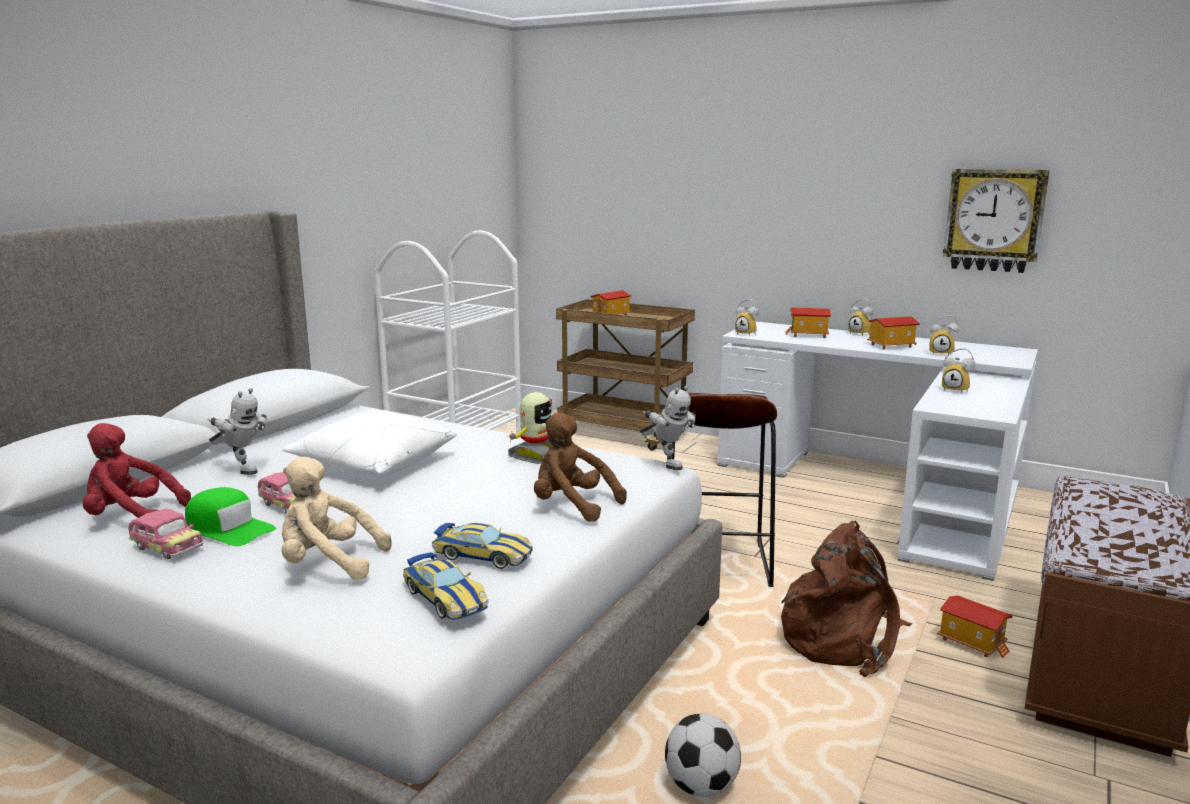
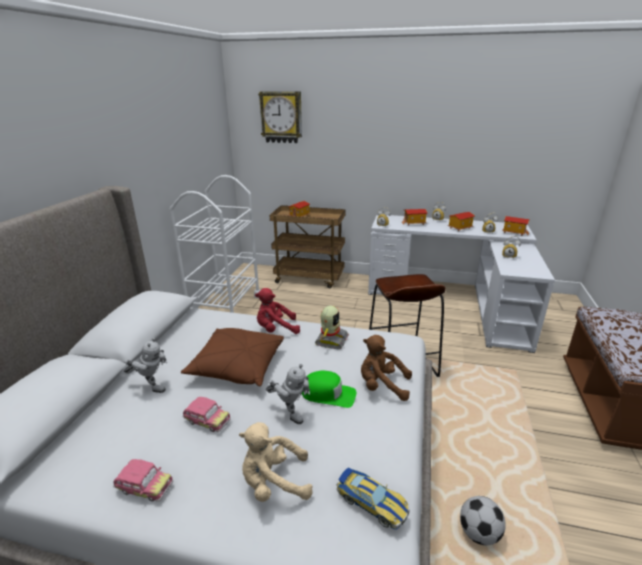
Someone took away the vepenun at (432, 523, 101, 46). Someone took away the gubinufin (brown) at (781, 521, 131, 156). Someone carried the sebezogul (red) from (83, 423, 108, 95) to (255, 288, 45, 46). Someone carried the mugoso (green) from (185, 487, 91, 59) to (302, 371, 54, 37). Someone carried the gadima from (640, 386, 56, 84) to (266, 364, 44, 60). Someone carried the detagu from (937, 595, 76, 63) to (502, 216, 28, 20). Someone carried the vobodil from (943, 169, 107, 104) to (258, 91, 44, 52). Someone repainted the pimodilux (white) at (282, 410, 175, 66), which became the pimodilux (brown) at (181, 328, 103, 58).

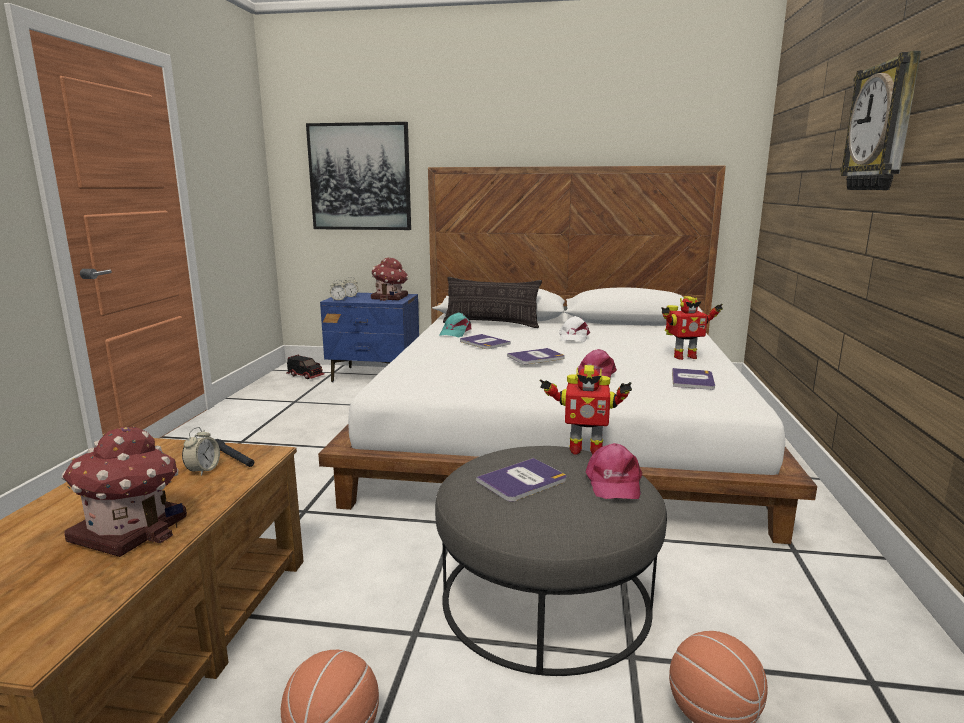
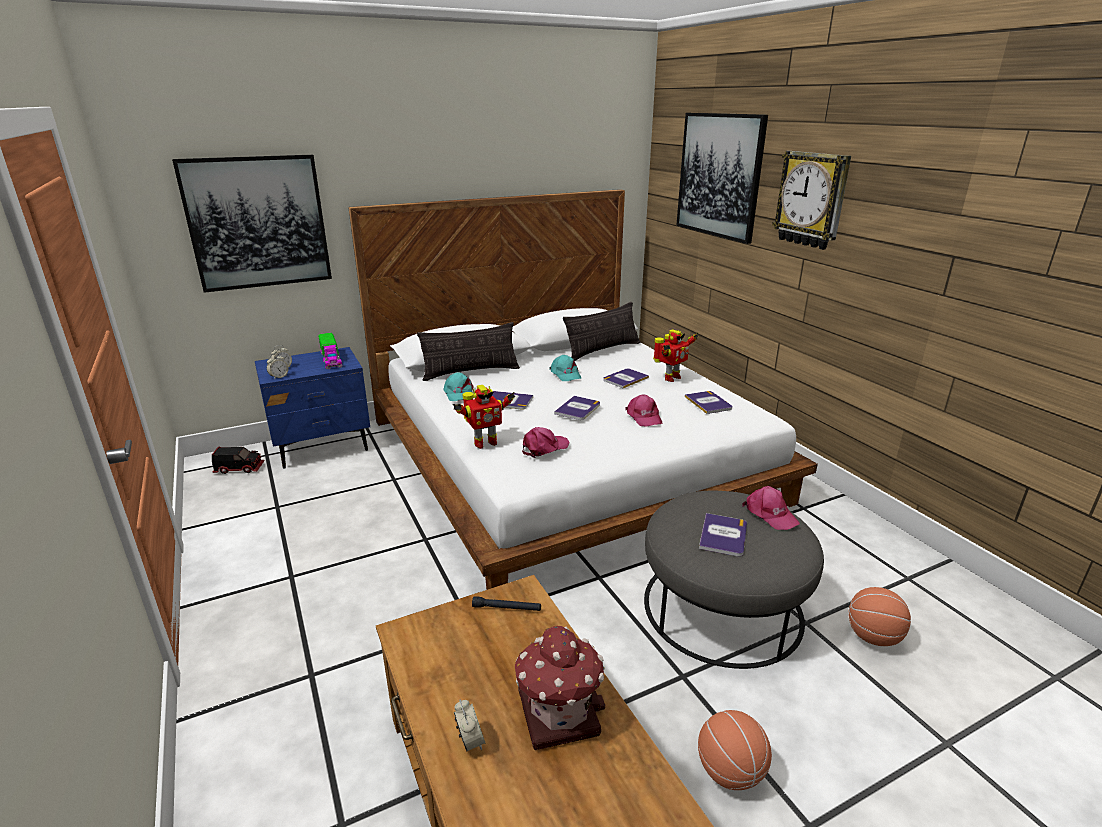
Someone put down the mugoso (pink) at (522, 427, 48, 31). Someone put down the pimodilux at (563, 302, 78, 59). Someone put down the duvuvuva at (603, 368, 46, 20). Someone put up the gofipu at (676, 113, 92, 131). Someone carried the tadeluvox from (182, 427, 38, 49) to (454, 699, 32, 52). Someone carried the gadima from (540, 365, 92, 90) to (453, 385, 62, 64). Someone swapped the detagu at (371, 257, 37, 44) for the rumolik at (318, 333, 25, 36). Someone repainted the mugoso (white) at (559, 316, 31, 26), which became the mugoso (turquoise) at (549, 355, 33, 26).

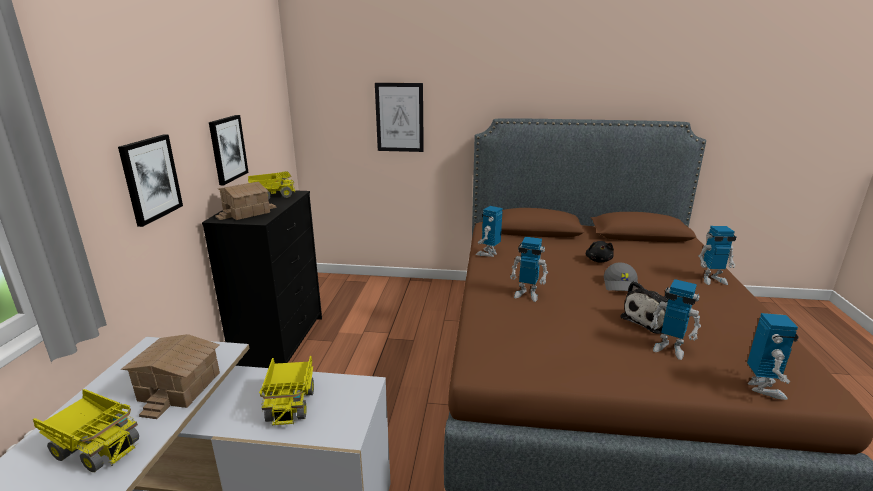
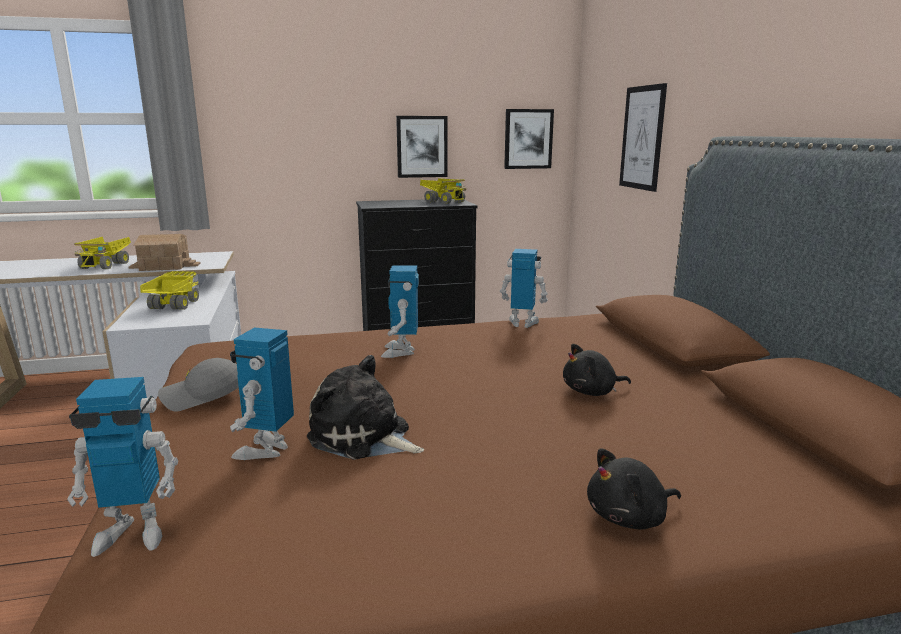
Someone took away the detagu at (215, 182, 61, 38). Someone carried the gofipu from (118, 134, 65, 93) to (504, 109, 50, 60). Someone carried the mugoso (grey) from (604, 262, 34, 29) to (158, 358, 81, 54). Someone swapped the gadima at (698, 226, 39, 59) for the sebezogul (black) at (587, 449, 94, 81). Someone rotated the rumolik at (259, 356, 55, 70) by 120 degrees clockwise.

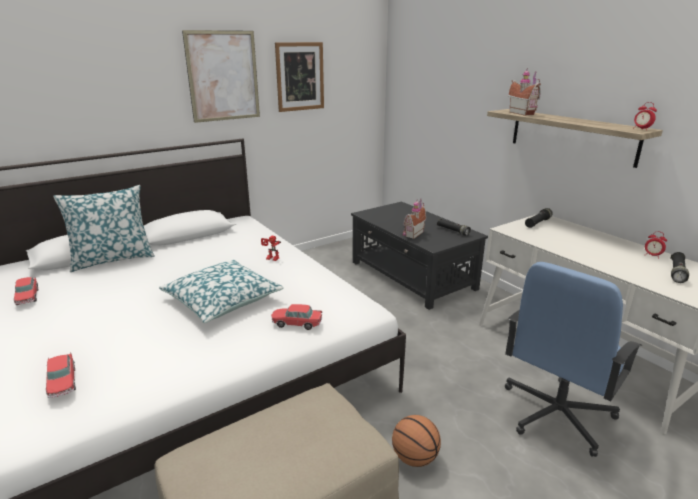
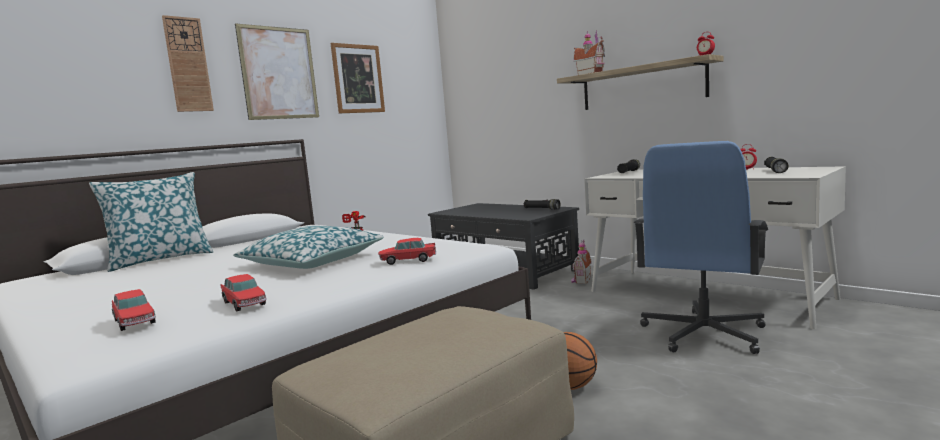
Someone put up the vobodil at (162, 15, 52, 97). Someone carried the vepenun from (14, 277, 24, 28) to (220, 274, 47, 38). Someone carried the detagu from (403, 199, 23, 40) to (571, 240, 21, 44).

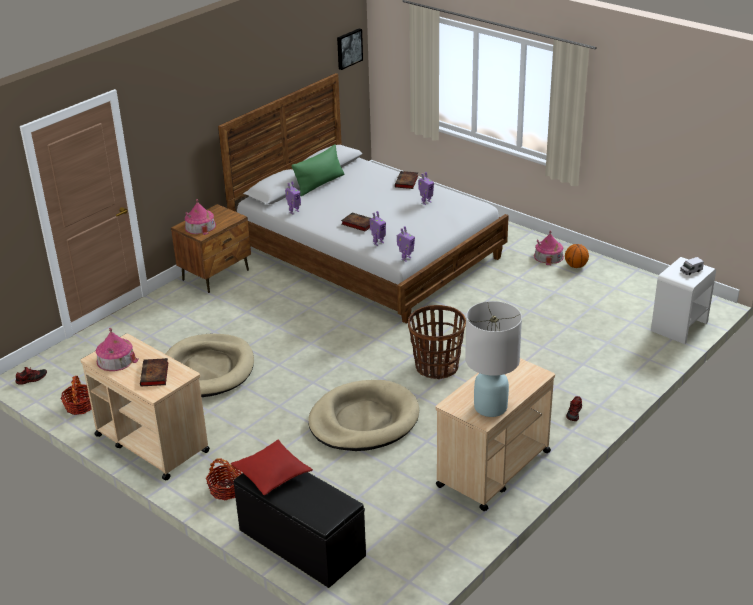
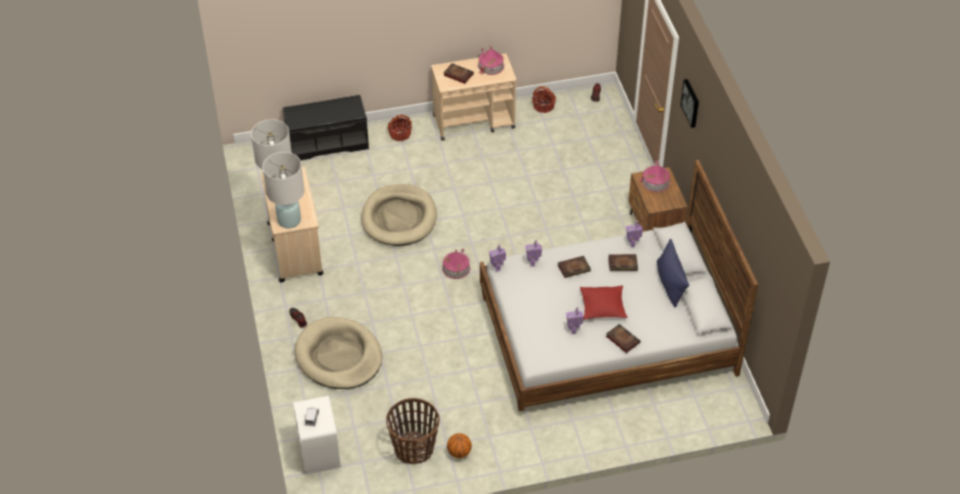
Someone put down the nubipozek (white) at (263, 152, 41, 77). Someone put down the duvuvuva at (608, 254, 30, 17). Someone carried the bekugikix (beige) from (165, 334, 89, 63) to (295, 317, 87, 72). Someone carried the pimodilux (red) from (231, 440, 82, 55) to (580, 285, 47, 35). Someone carried the gofipu from (337, 28, 26, 42) to (680, 79, 19, 49). Someone carried the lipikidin from (408, 305, 58, 74) to (386, 398, 54, 66). Someone carried the detagu from (534, 230, 30, 35) to (442, 248, 28, 31). Someone repainted the pimodilux (green) at (291, 144, 54, 52), which became the pimodilux (blue) at (657, 239, 32, 69).

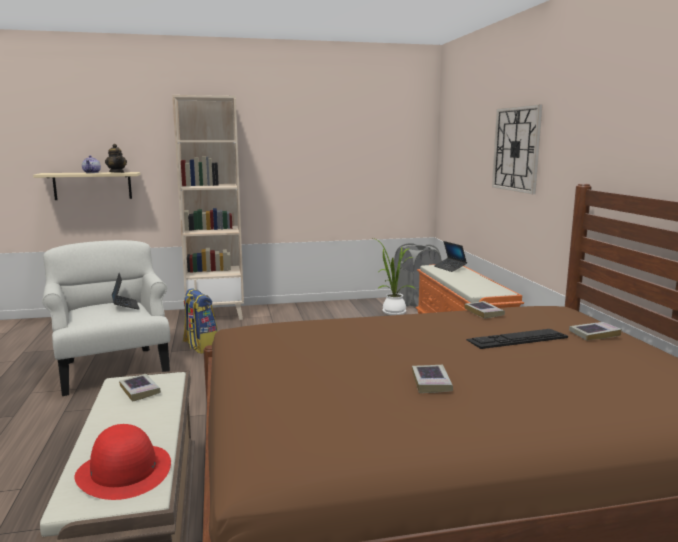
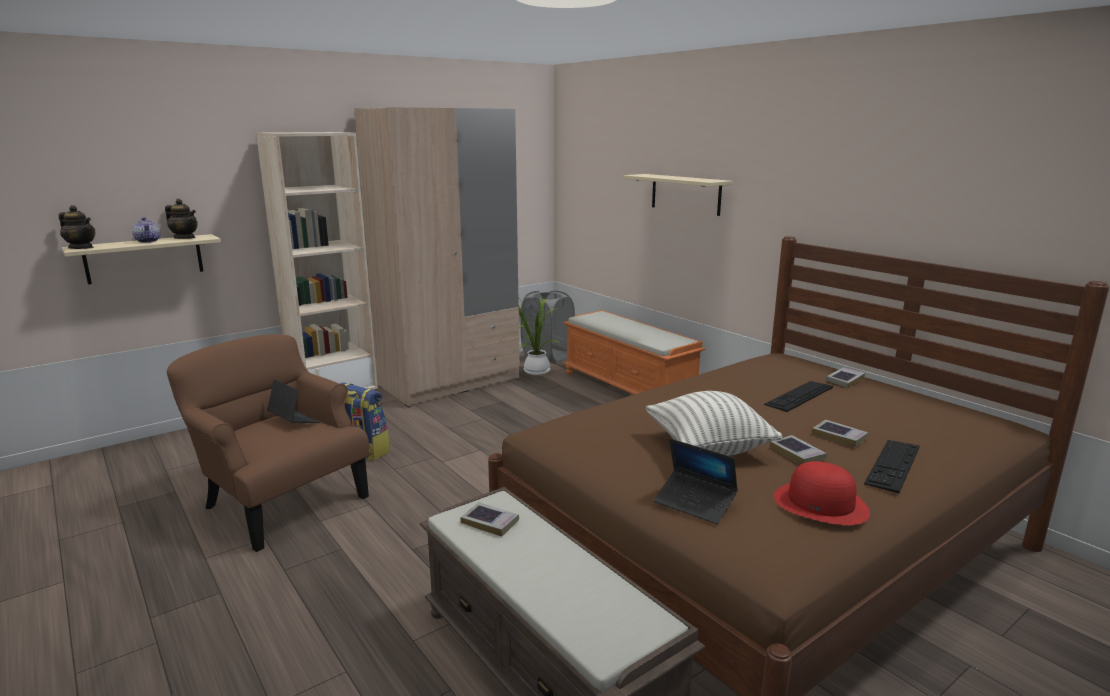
Someone put down the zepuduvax at (59, 205, 37, 44). Someone put down the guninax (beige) at (354, 107, 166, 301). Someone put down the pimodilux at (646, 391, 136, 65). Someone put down the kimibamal at (864, 440, 56, 53). Someone carried the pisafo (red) from (74, 424, 97, 76) to (774, 461, 96, 64). Someone carried the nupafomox from (434, 241, 33, 31) to (654, 438, 84, 86). Someone carried the duvuvuva from (465, 301, 40, 18) to (812, 420, 57, 27). Someone swapped the vobodil at (492, 105, 51, 89) for the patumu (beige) at (623, 174, 110, 42). Someone repainted the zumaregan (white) at (42, 240, 128, 156), which became the zumaregan (brown) at (167, 334, 202, 218).

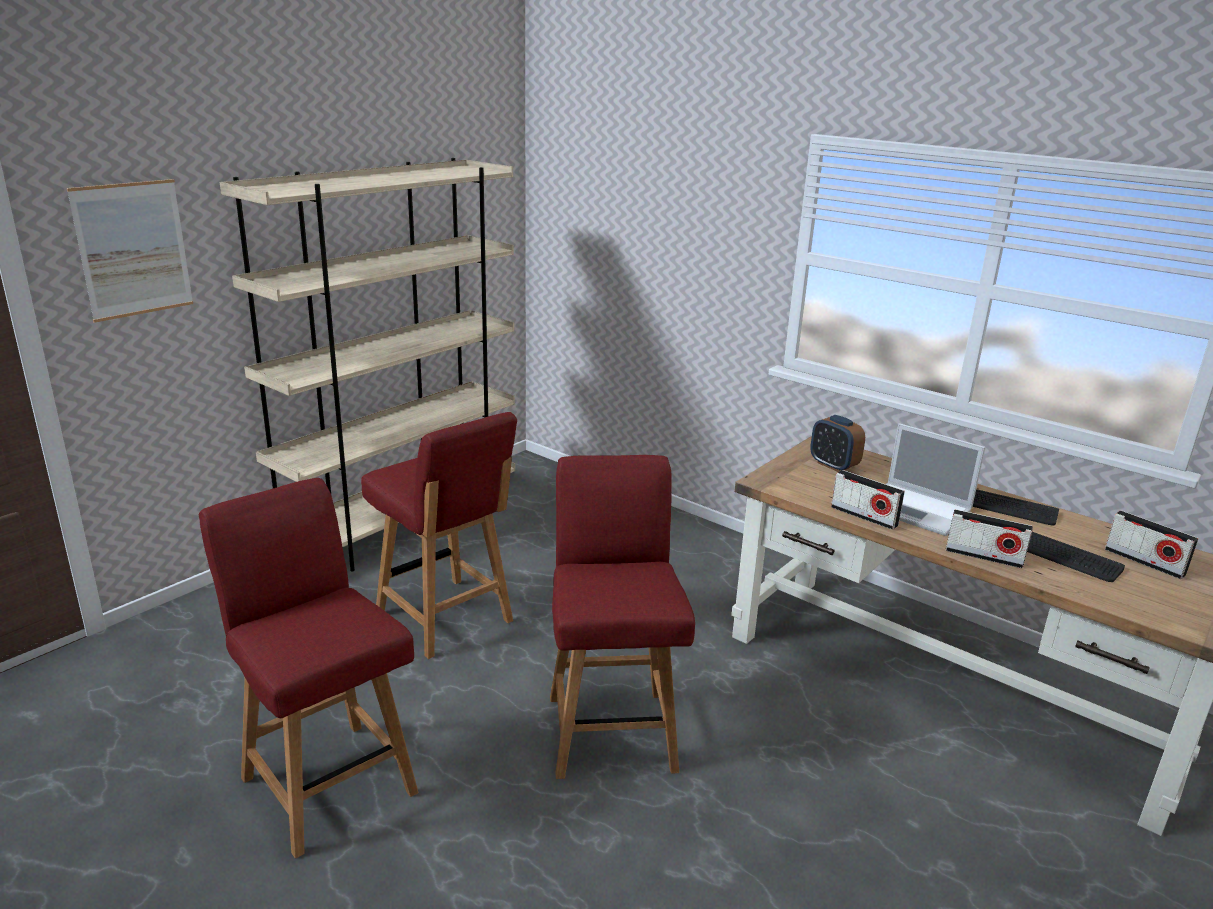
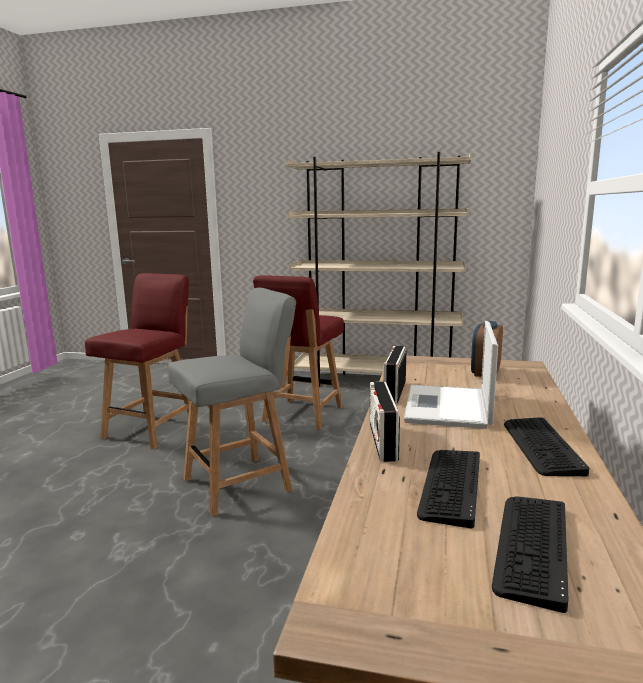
Someone took away the gofipu at (67, 179, 126, 144). Someone swapped the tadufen at (1105, 510, 93, 69) for the kimibamal at (492, 496, 77, 117). Someone repainted the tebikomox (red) at (550, 455, 145, 324), which became the tebikomox (grey) at (168, 288, 128, 228).

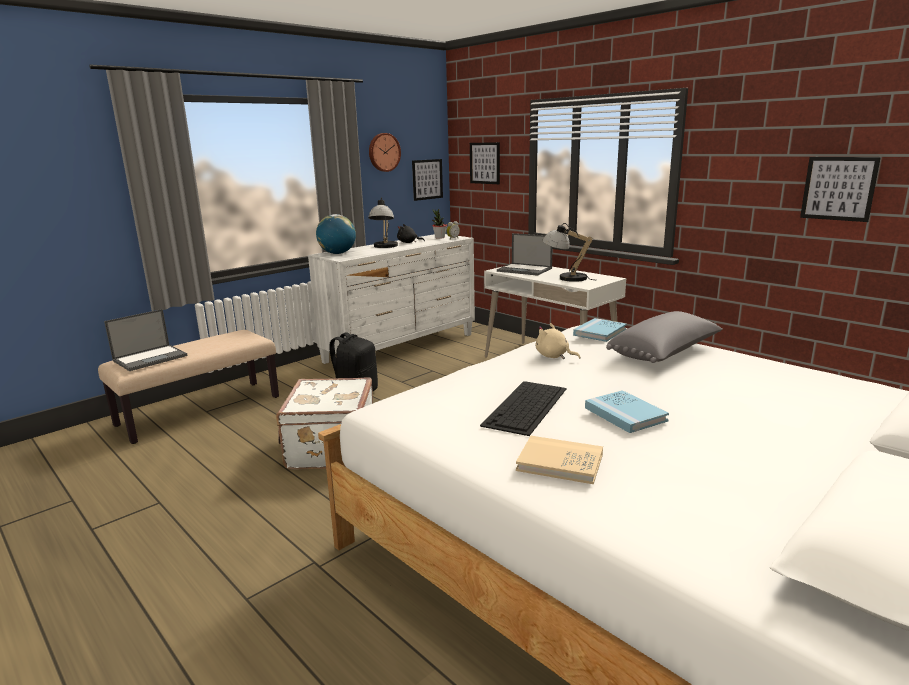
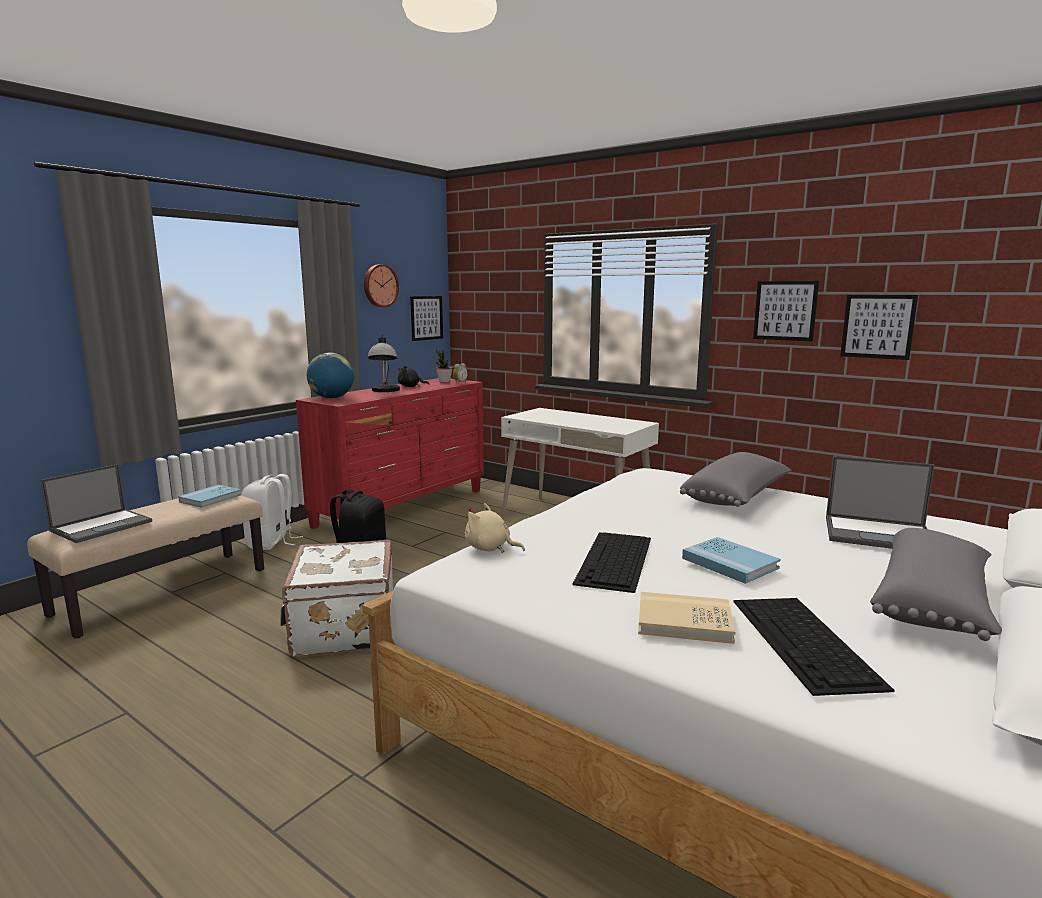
Someone took away the nubipozek at (542, 223, 55, 59). Someone put down the gubinufin (white) at (241, 474, 62, 76). Someone put down the kimibamal at (733, 598, 161, 98). Someone put down the pimodilux (grey) at (870, 528, 132, 113). Someone carried the gofipu from (470, 142, 30, 42) to (753, 281, 66, 60). Someone carried the nupafomox from (497, 233, 56, 43) to (826, 456, 109, 93). Someone carried the sebezogul (beige) from (536, 323, 44, 36) to (465, 503, 60, 50). Someone carried the duvuvuva (blue) from (573, 318, 54, 24) to (178, 485, 63, 23). Someone repainted the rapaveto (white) at (308, 234, 167, 130), which became the rapaveto (red) at (296, 378, 188, 151).

